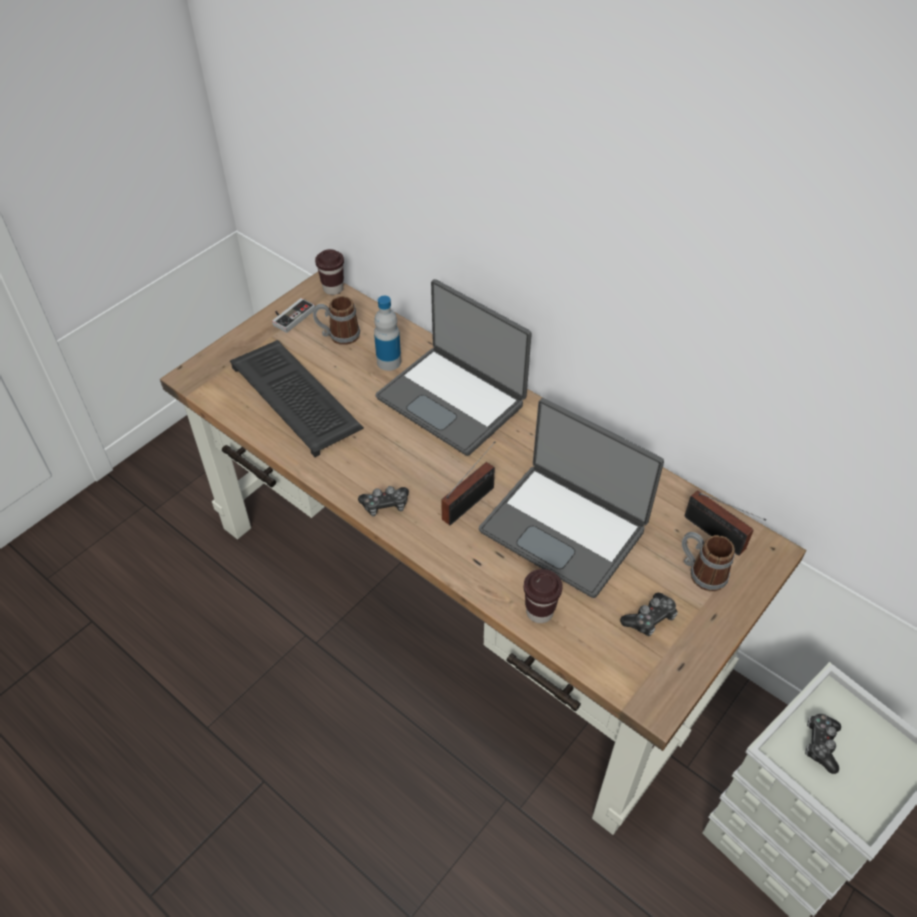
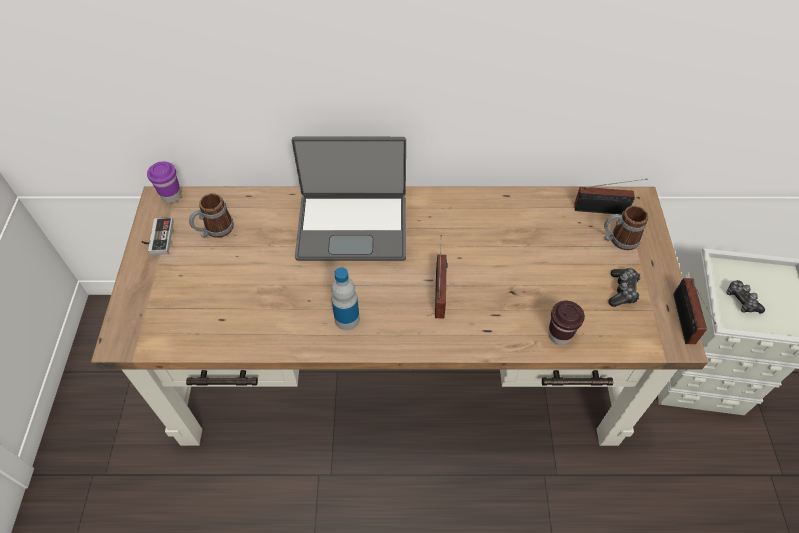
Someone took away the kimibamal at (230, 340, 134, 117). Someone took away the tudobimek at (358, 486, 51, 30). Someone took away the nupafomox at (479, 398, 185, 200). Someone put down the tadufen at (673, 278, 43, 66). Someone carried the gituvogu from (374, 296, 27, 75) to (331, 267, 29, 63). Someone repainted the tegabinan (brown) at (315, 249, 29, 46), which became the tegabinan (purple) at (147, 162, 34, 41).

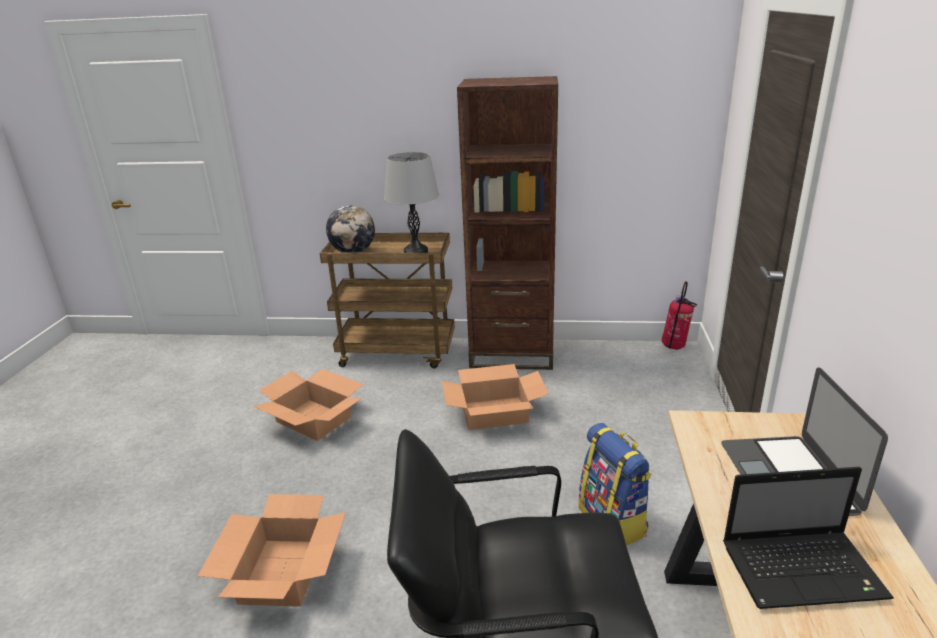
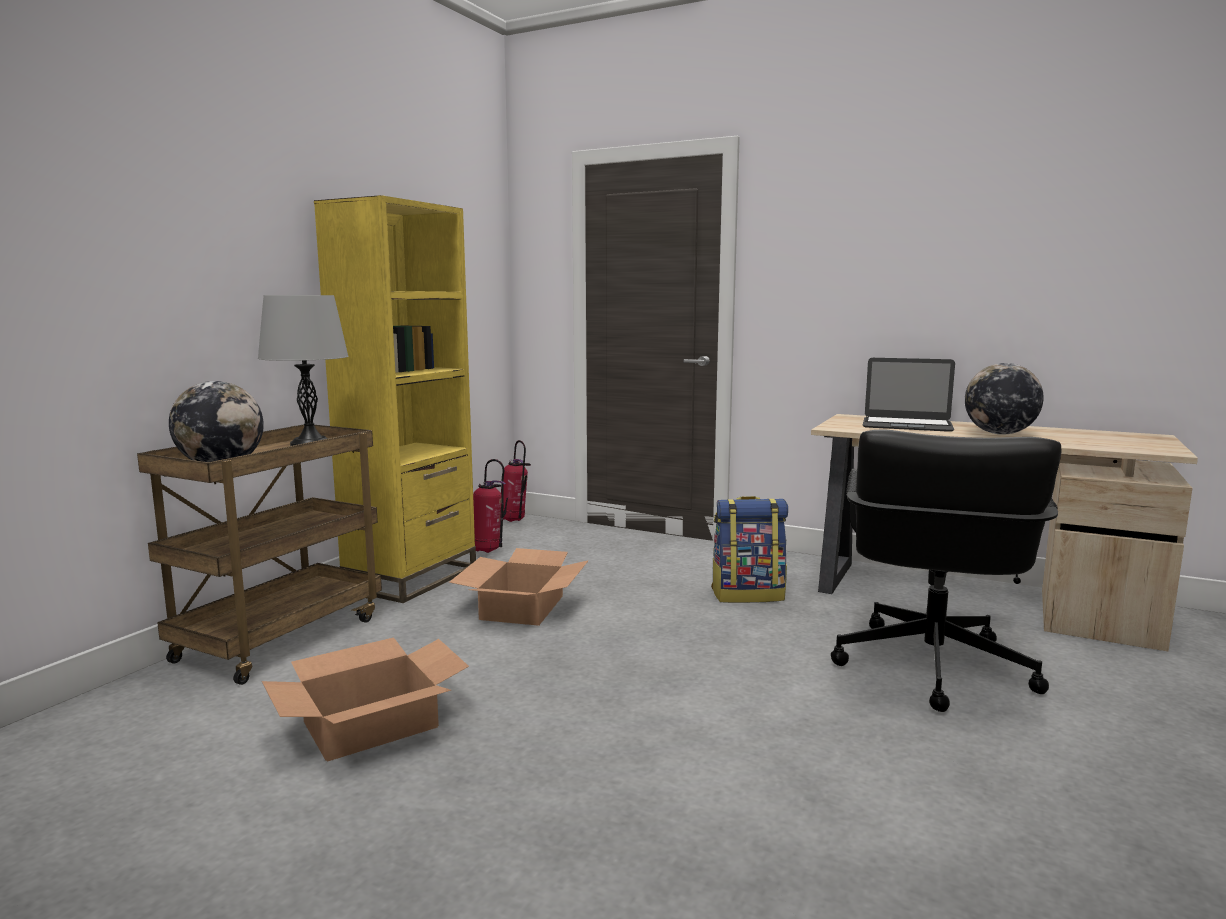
Someone took away the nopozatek at (198, 494, 148, 113). Someone put down the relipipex at (473, 459, 35, 94). Someone swapped the nupafomox at (723, 467, 171, 142) for the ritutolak at (965, 363, 79, 72). Someone repainted the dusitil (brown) at (457, 76, 101, 294), which became the dusitil (yellow) at (314, 195, 162, 408).

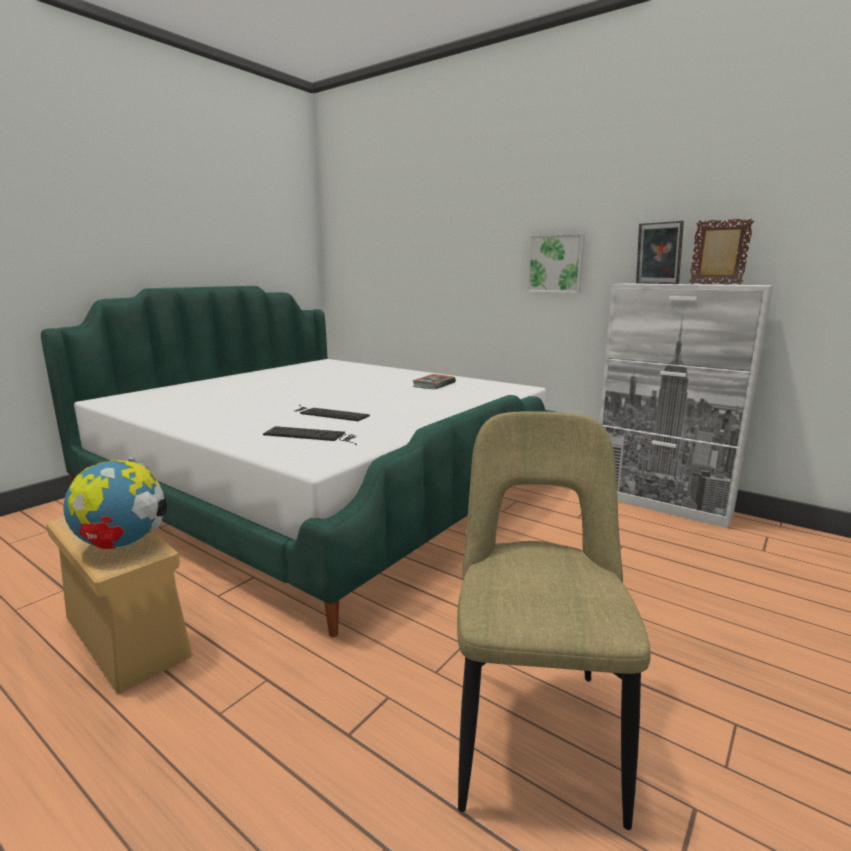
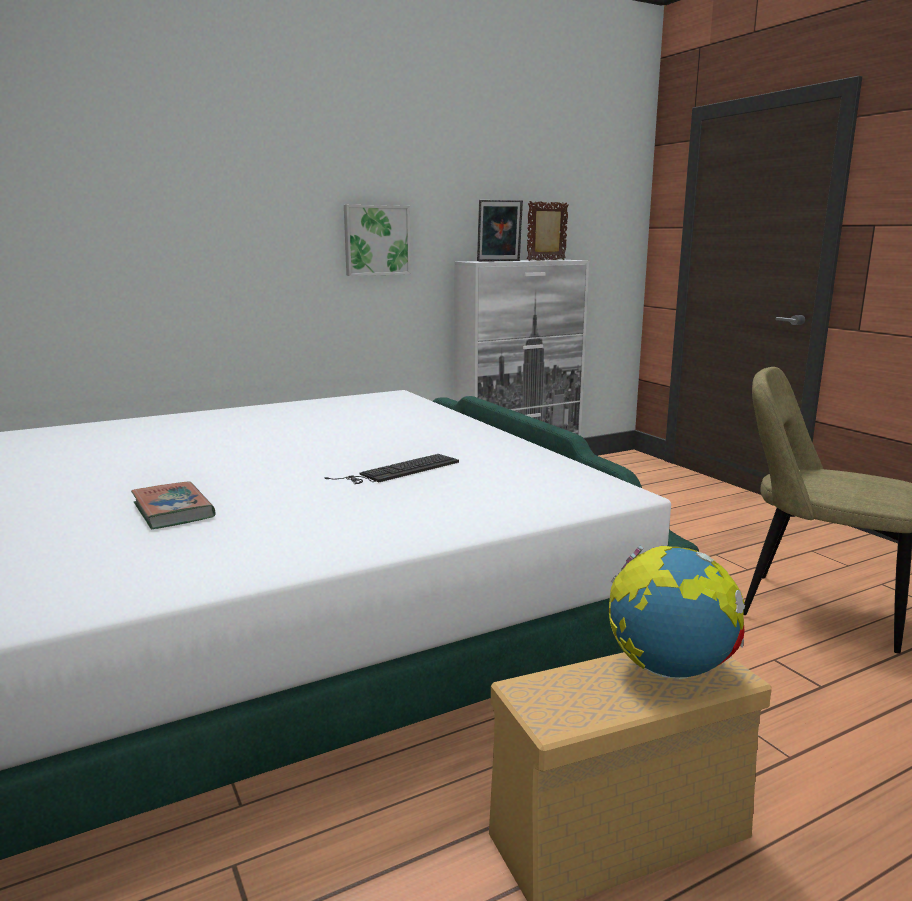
Someone took away the kimibamal at (263, 426, 94, 19). Someone carried the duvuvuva from (412, 374, 44, 15) to (131, 482, 85, 47).

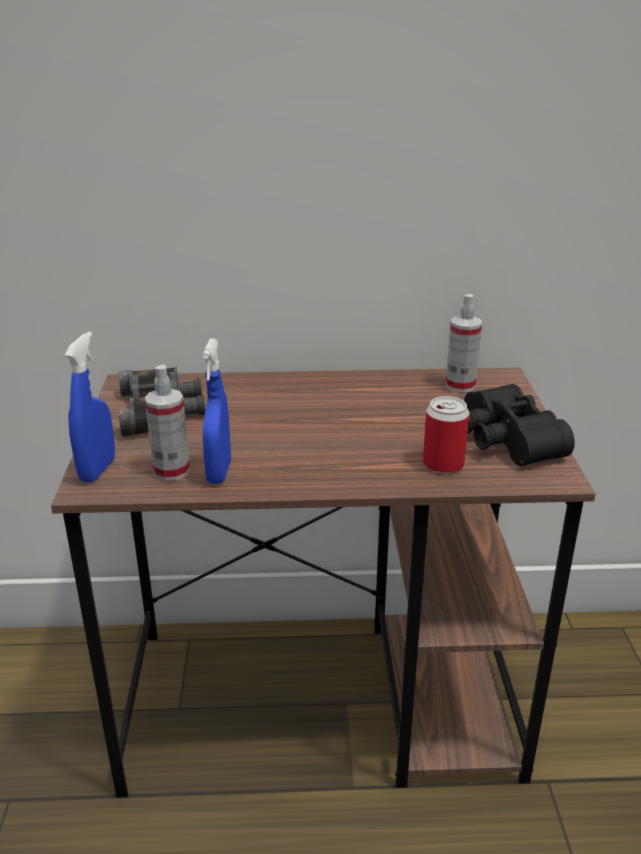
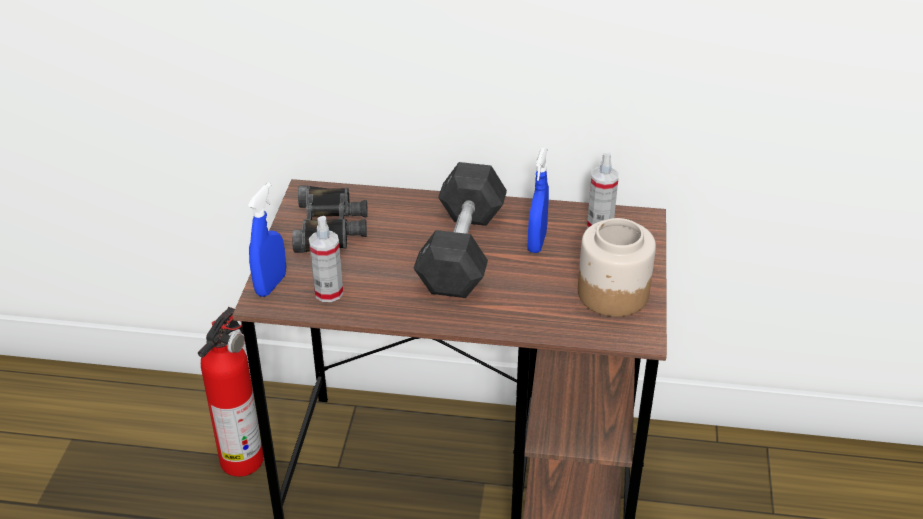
Someone took away the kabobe at (423, 396, 47, 77). Someone put down the relipipex at (198, 307, 66, 170). Someone put down the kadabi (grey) at (413, 162, 94, 136). Someone carried the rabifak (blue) from (202, 338, 29, 146) to (528, 148, 21, 105). Someone swapped the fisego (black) at (464, 384, 111, 83) for the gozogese at (578, 218, 78, 99).

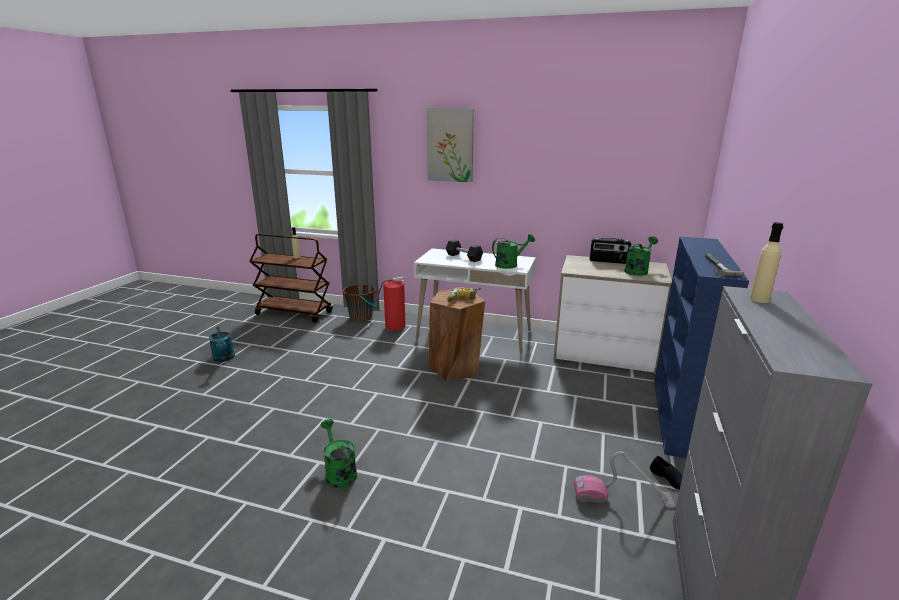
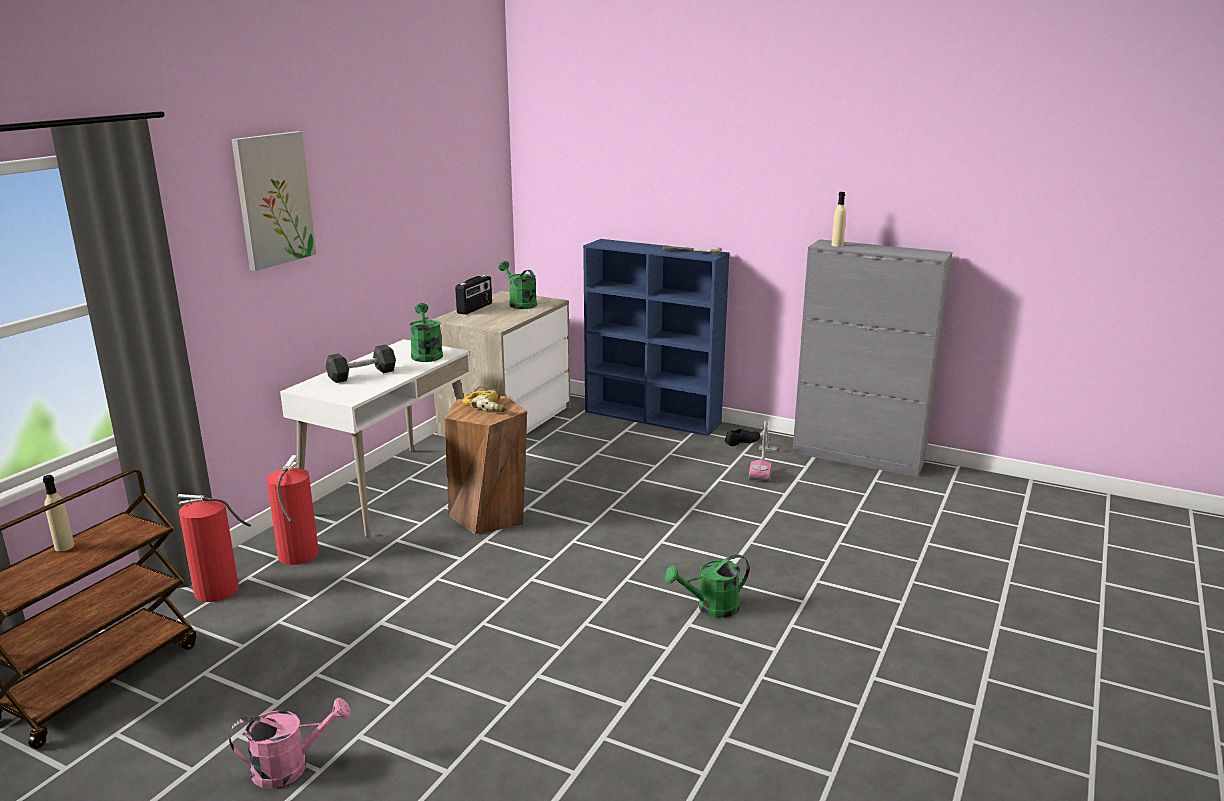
Someone swapped the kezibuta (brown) at (342, 284, 34, 38) for the relipipex at (177, 494, 74, 108). Someone repainted the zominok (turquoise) at (209, 326, 26, 36), which became the zominok (pink) at (229, 698, 122, 91).

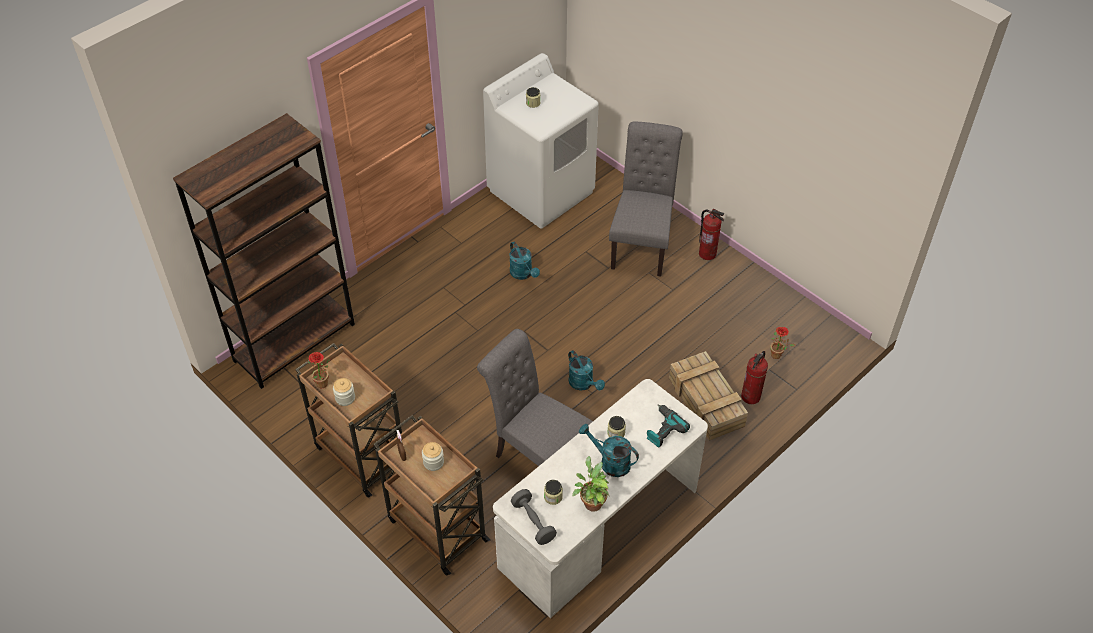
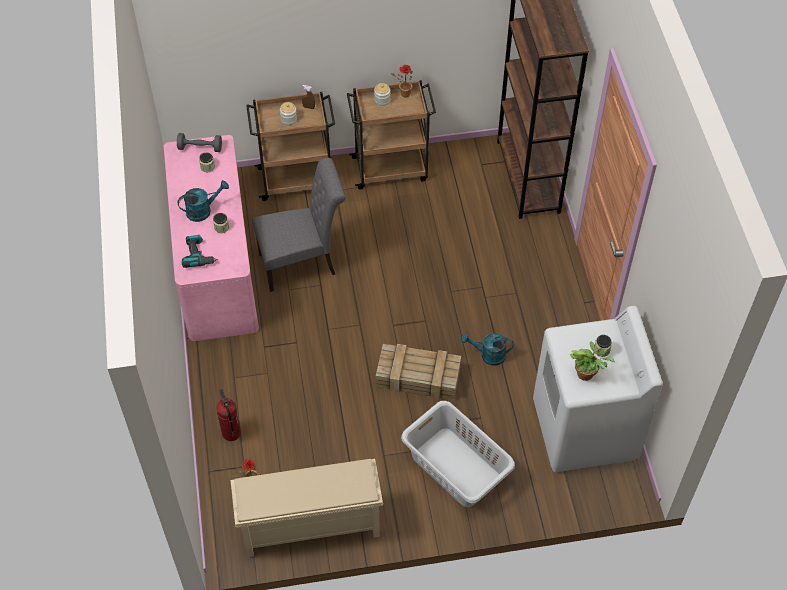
Someone took away the zominok (turquoise) at (568, 350, 37, 41). Someone took away the relipipex at (699, 209, 26, 51). Someone put down the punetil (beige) at (231, 459, 152, 98). Someone carried the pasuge from (572, 456, 37, 56) to (570, 341, 45, 40). Someone carried the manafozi from (669, 351, 79, 90) to (376, 344, 85, 56). Someone swapped the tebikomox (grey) at (609, 122, 74, 155) for the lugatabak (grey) at (401, 401, 114, 107). Someone repainted the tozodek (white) at (493, 379, 215, 239), which became the tozodek (pink) at (164, 135, 95, 206).

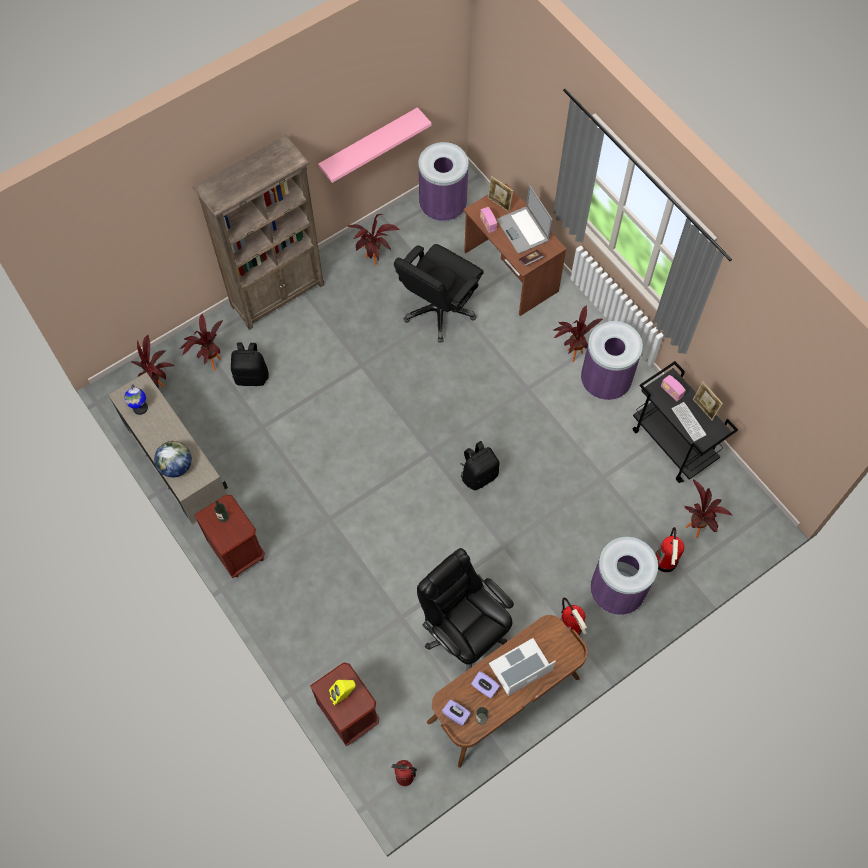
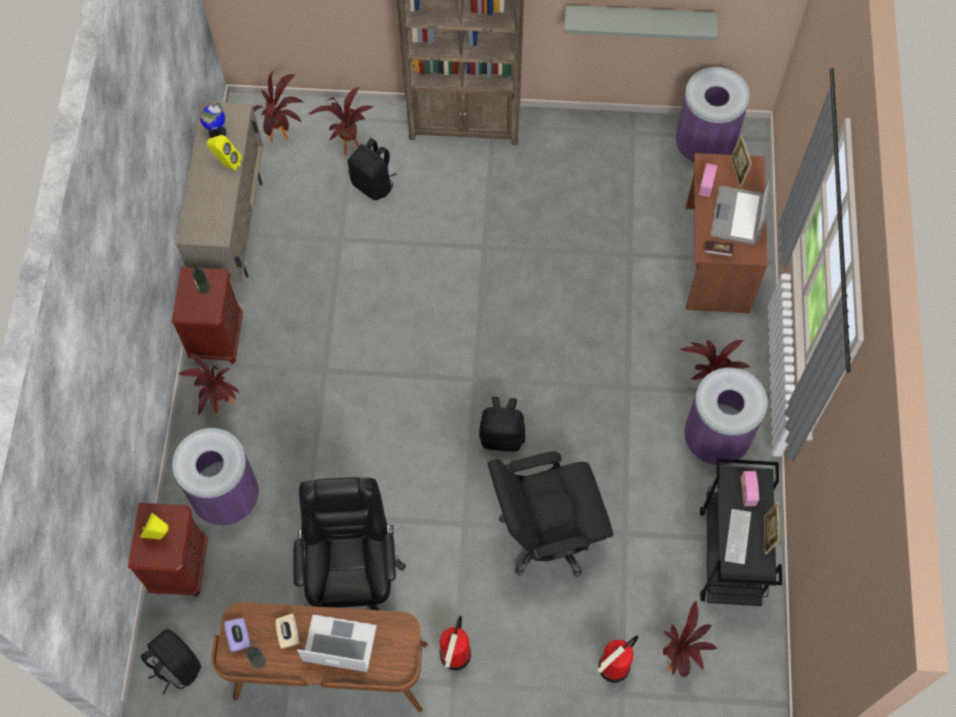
Someone took away the ritutolak at (154, 441, 38, 36). Someone put down the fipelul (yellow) at (207, 135, 35, 36). Someone carried the pasuge from (348, 214, 52, 52) to (178, 353, 62, 62). Someone carried the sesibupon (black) from (394, 244, 90, 98) to (488, 452, 125, 125). Someone carried the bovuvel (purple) from (591, 537, 67, 78) to (172, 428, 87, 98). Someone swapped the relipipex at (391, 760, 26, 26) for the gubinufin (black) at (141, 629, 60, 65). Someone repainted the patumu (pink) at (318, 107, 114, 76), which became the patumu (grey) at (564, 5, 154, 36). Someone repainted the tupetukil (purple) at (471, 671, 29, 27), which became the tupetukil (beige) at (275, 614, 25, 35).

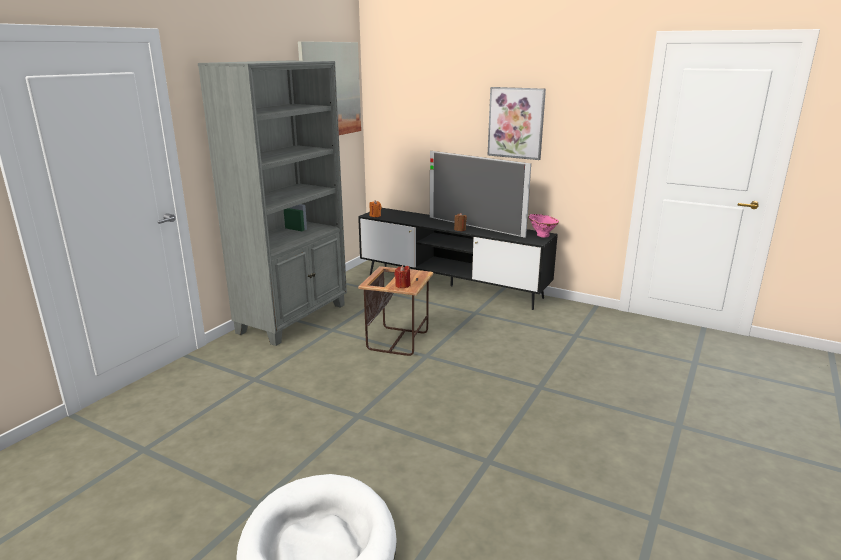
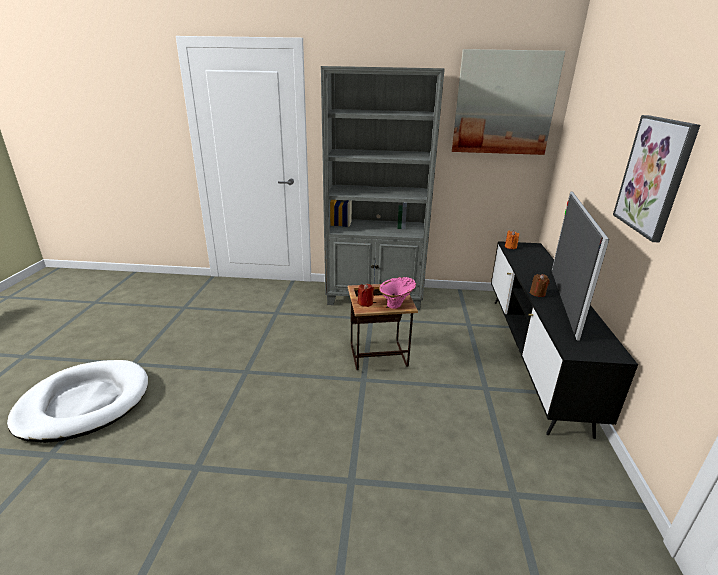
Someone carried the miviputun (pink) from (528, 214, 31, 24) to (379, 277, 37, 32).

